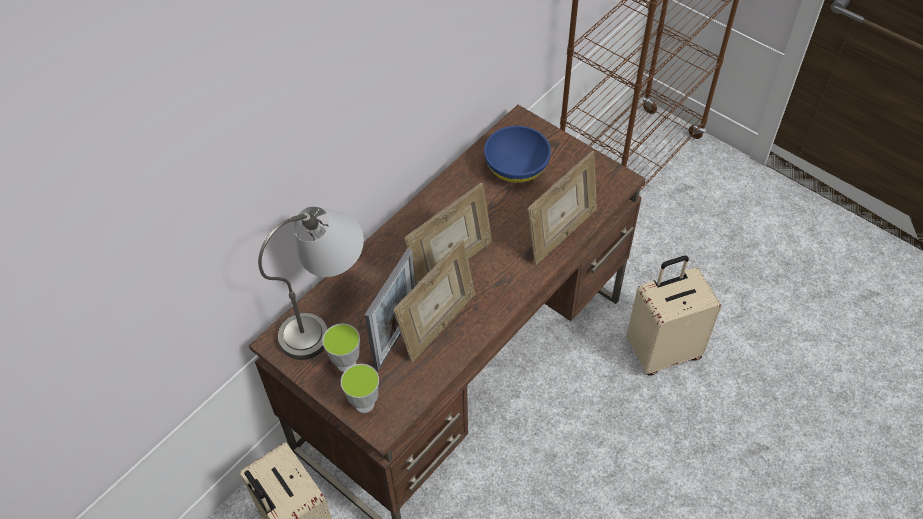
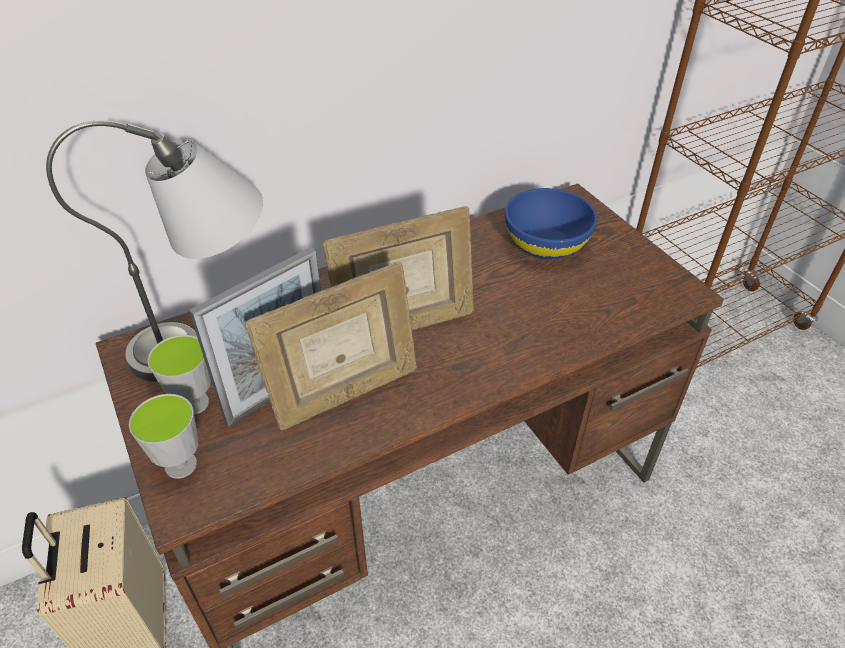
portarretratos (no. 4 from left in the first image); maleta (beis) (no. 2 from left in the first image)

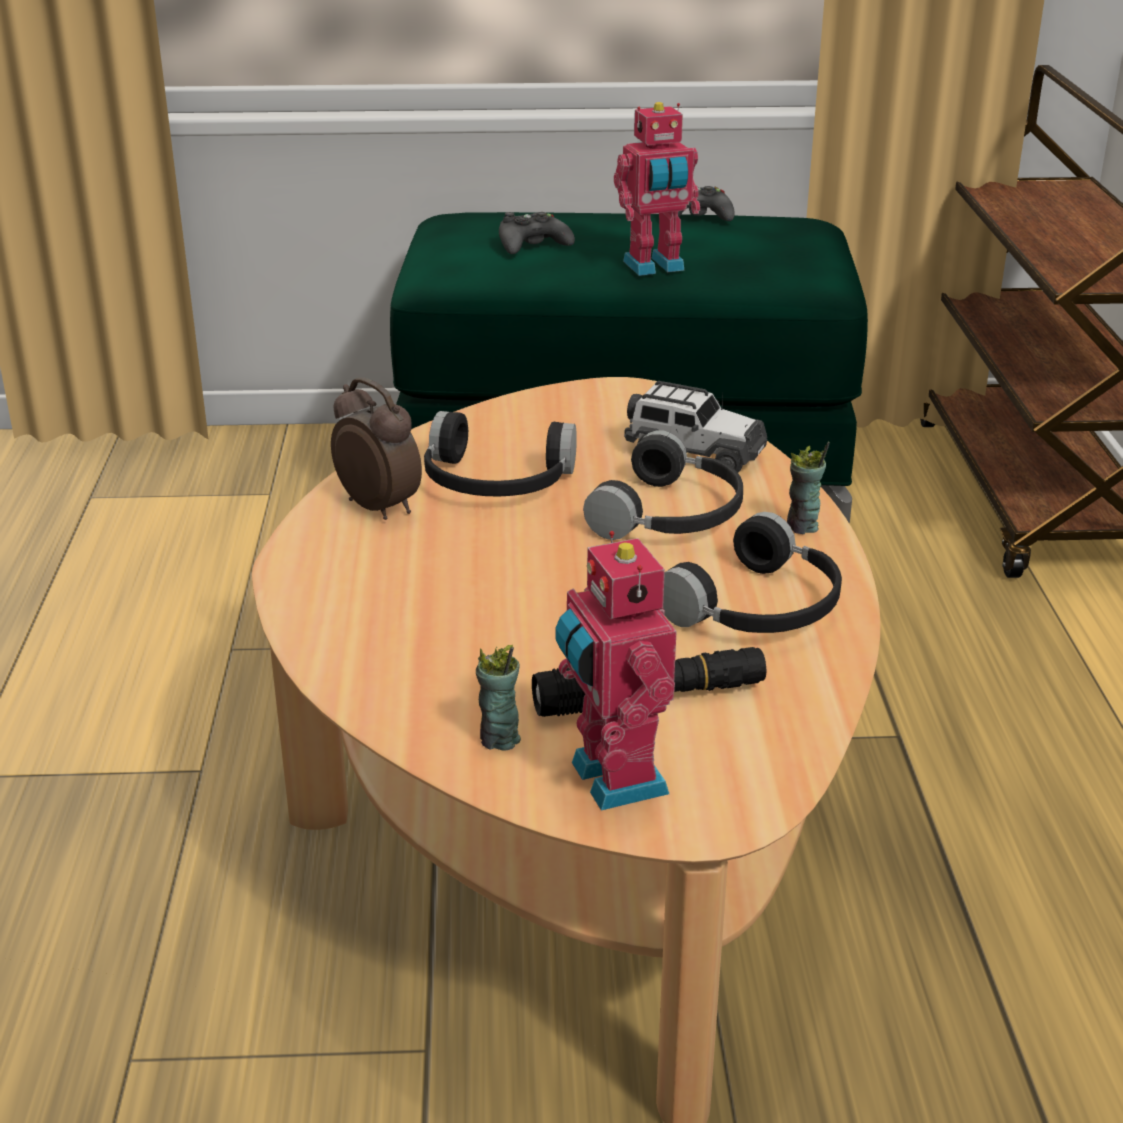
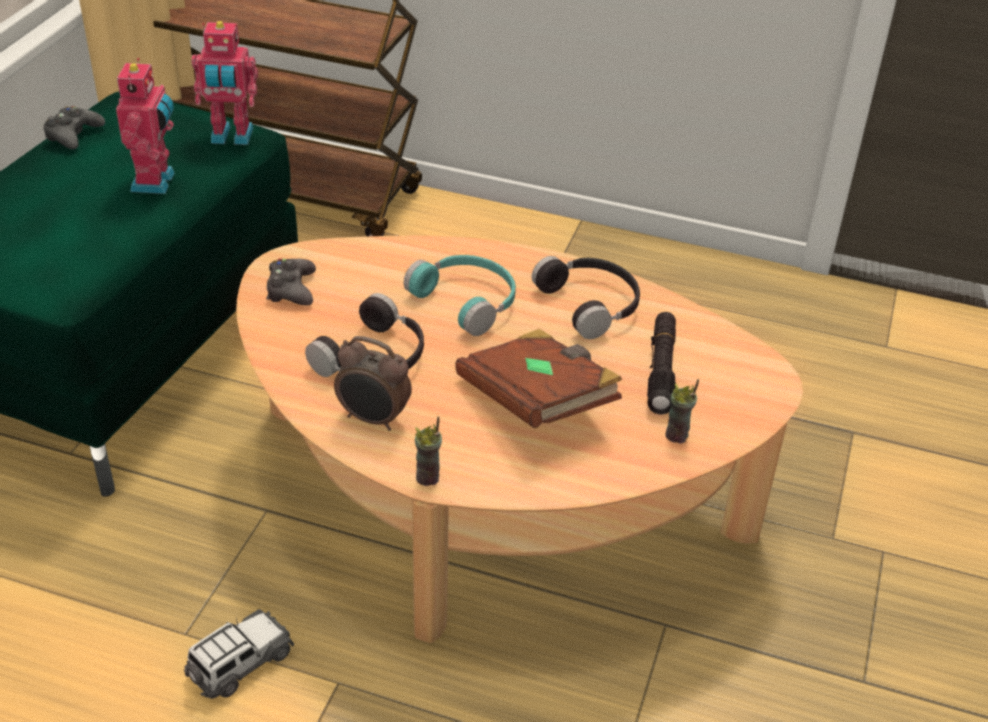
libro (marrón); mando de consola (negro) (no. 2 from left); robot de juguete (no. 2 from left); coche de juguete; taza (no. 1 from left); auriculares (turquesa); despertador

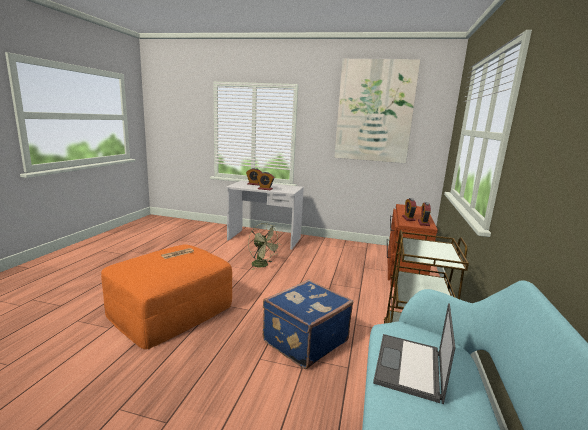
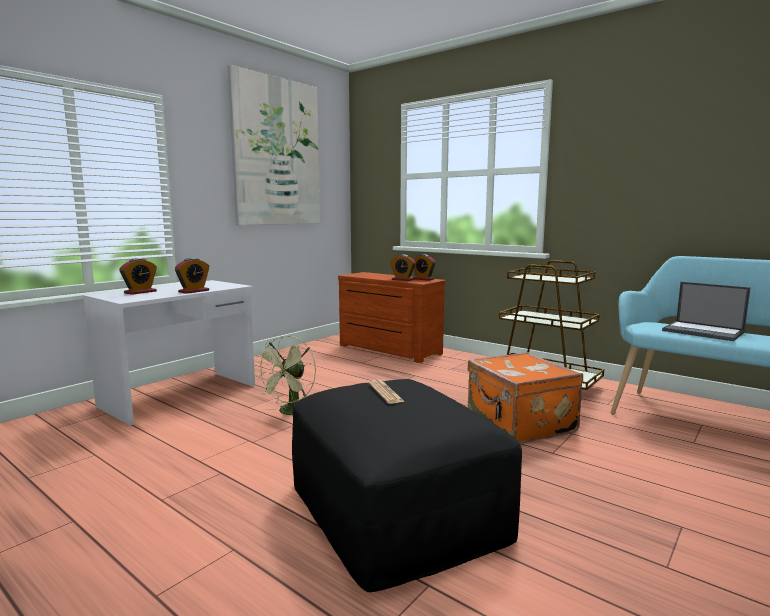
puf (negro); maleta (naranja); ventilador (verde)

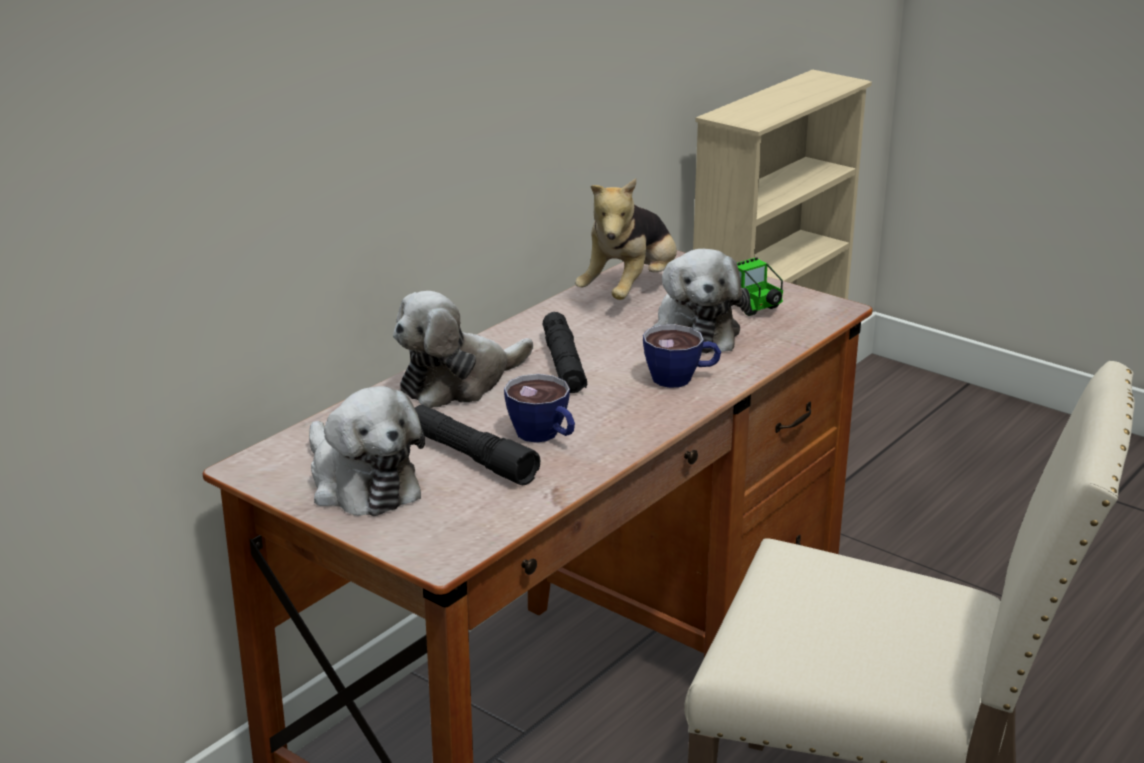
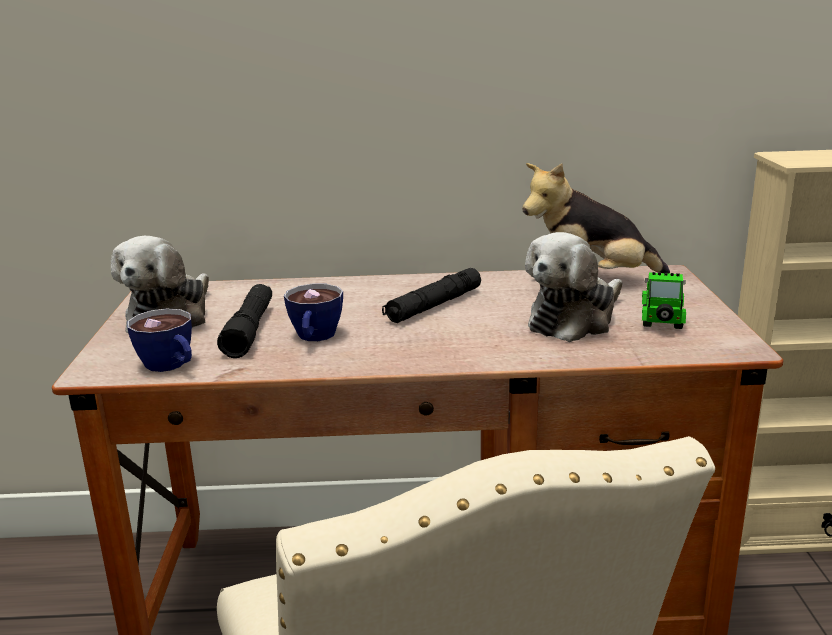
peluche (no. 2 from left in the first image); taza (no. 1 from left)

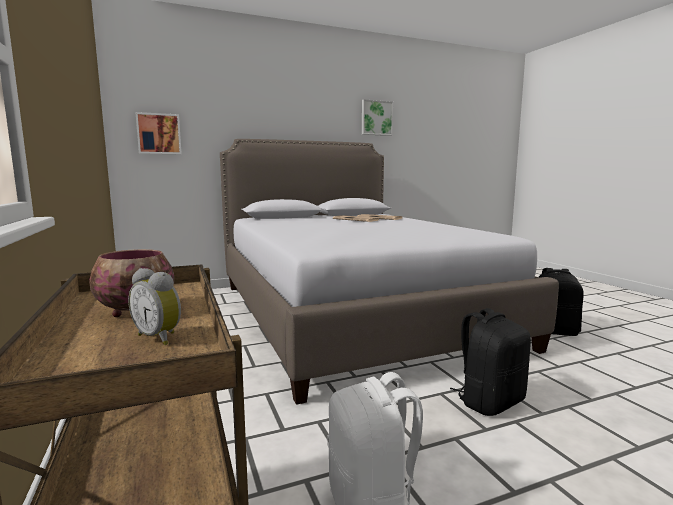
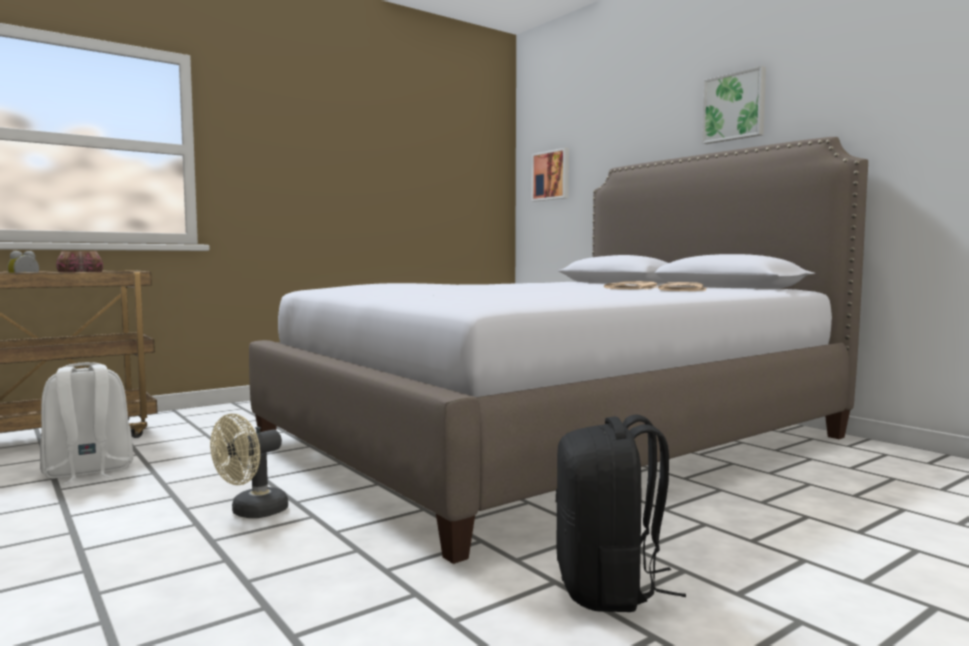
cuadro (no. 2 from left); ventilador (beis)

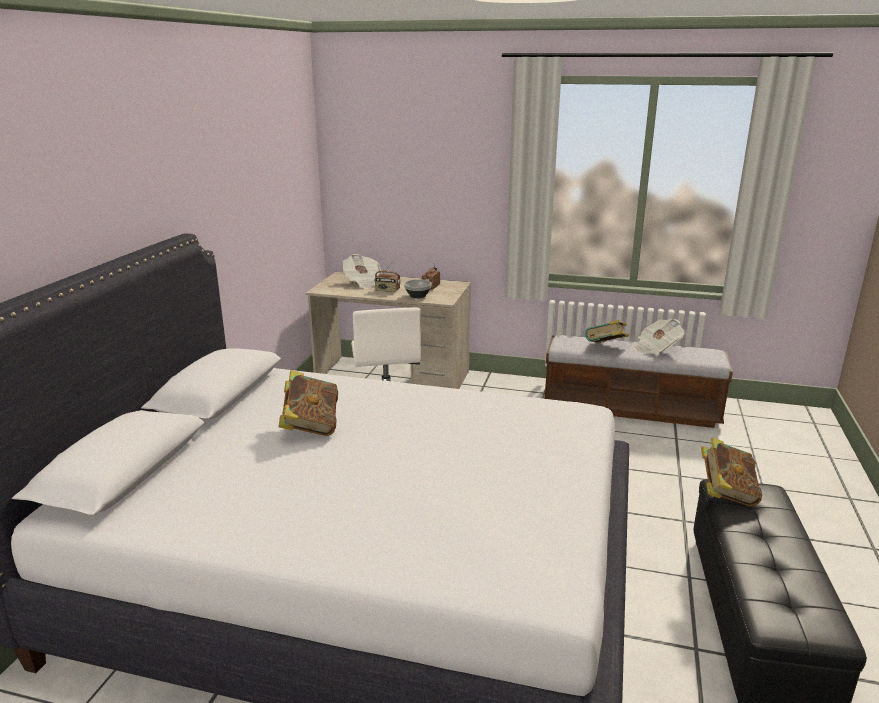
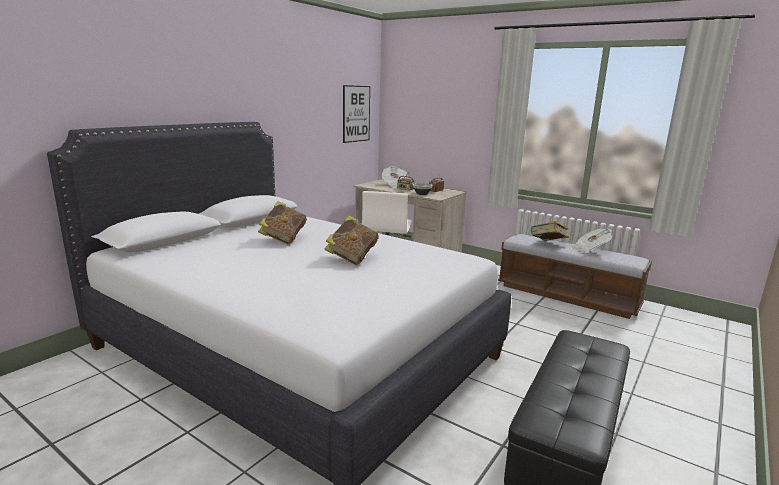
cuadro; libro (no. 2 from left)

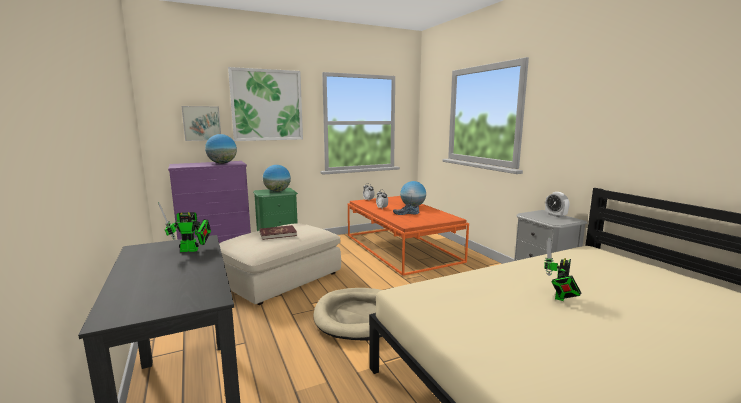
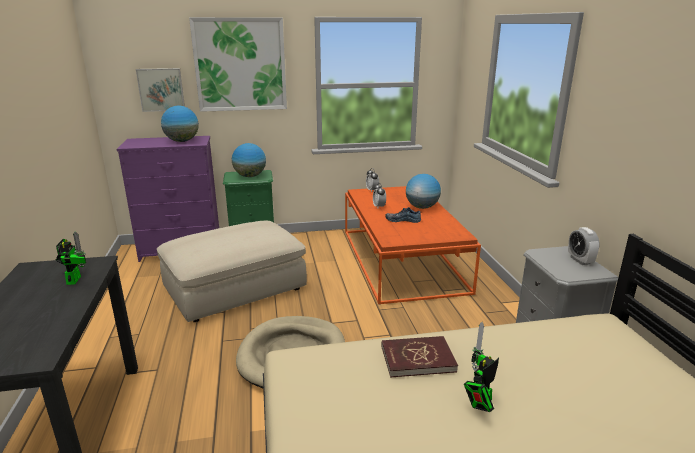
libro (rojo); robot de juguete (no. 1 from left)

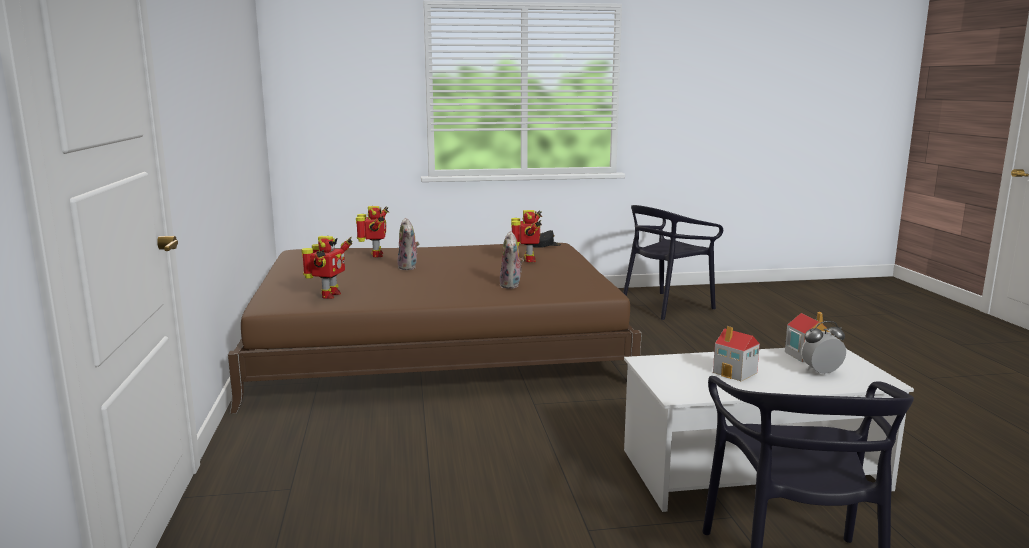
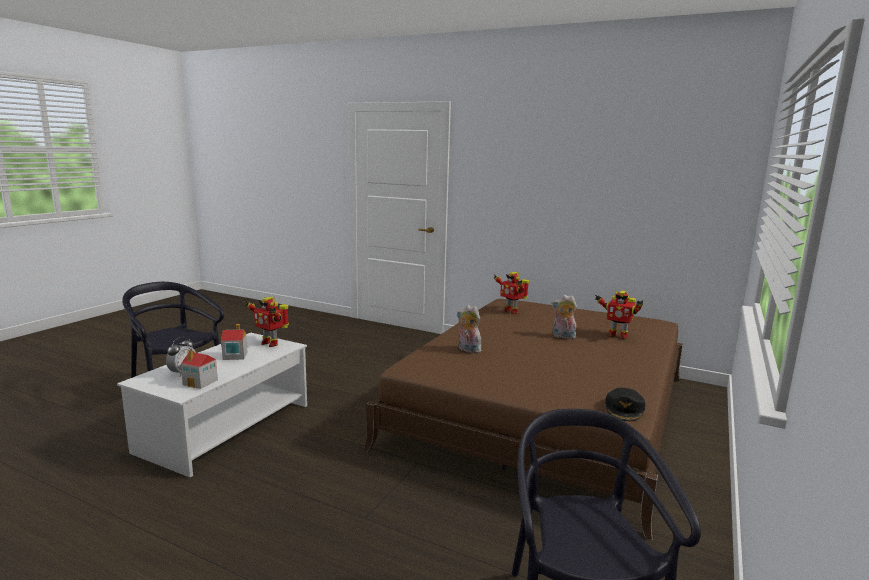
robot de juguete (no. 1 from left)

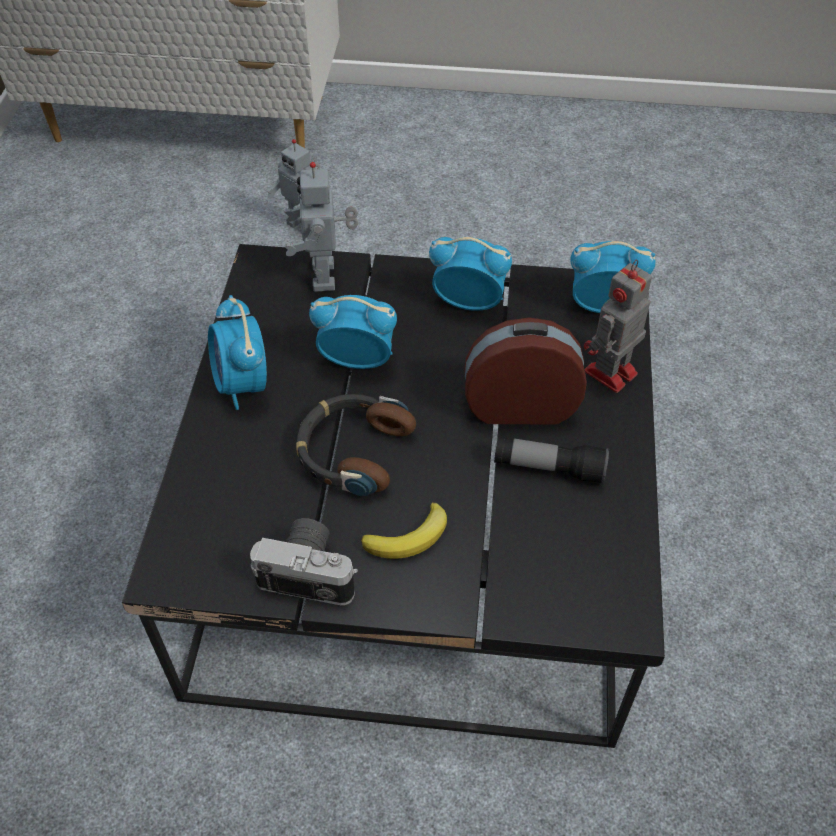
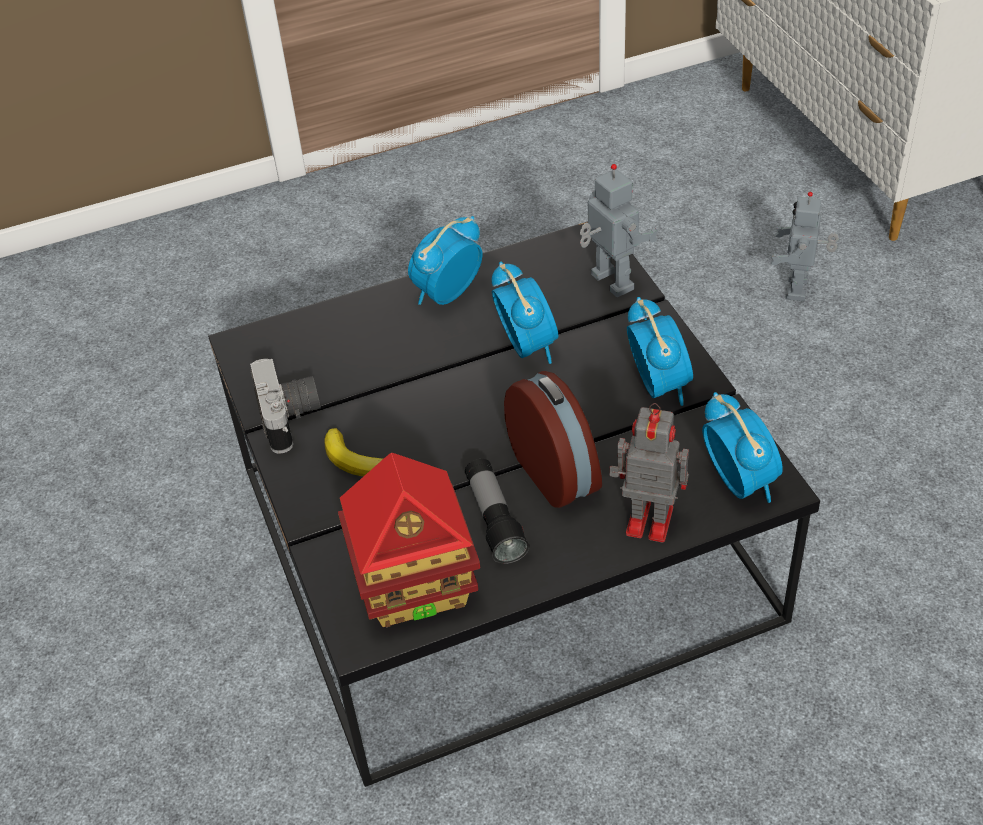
auriculares; casita; robot de juguete (no. 1 from left)

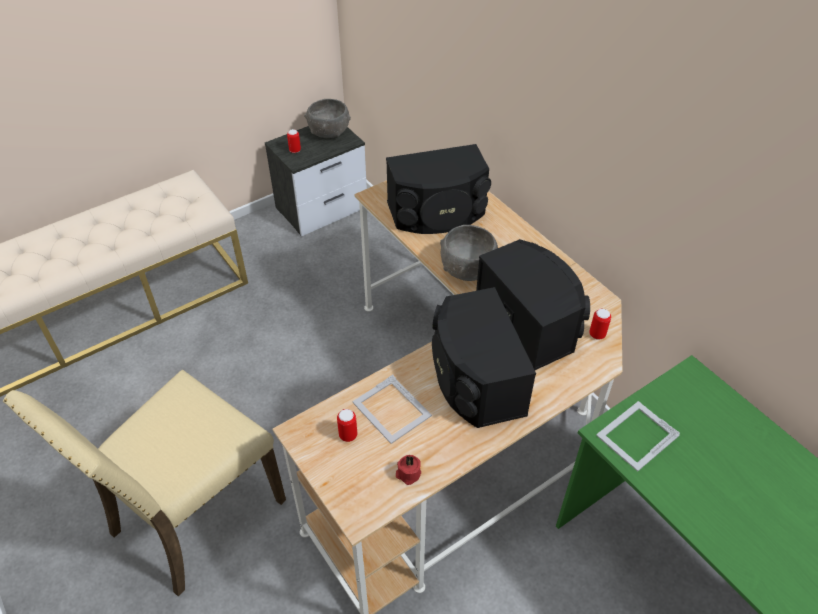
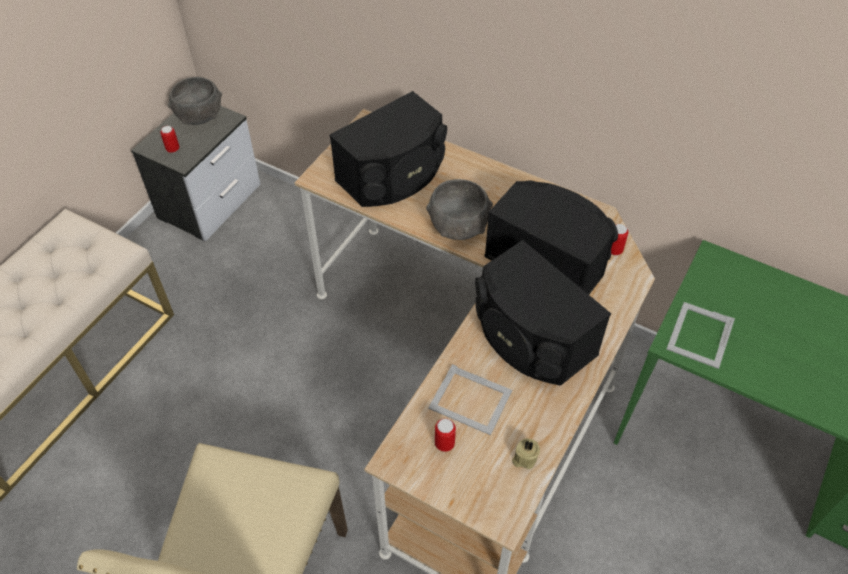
vela (beis)

